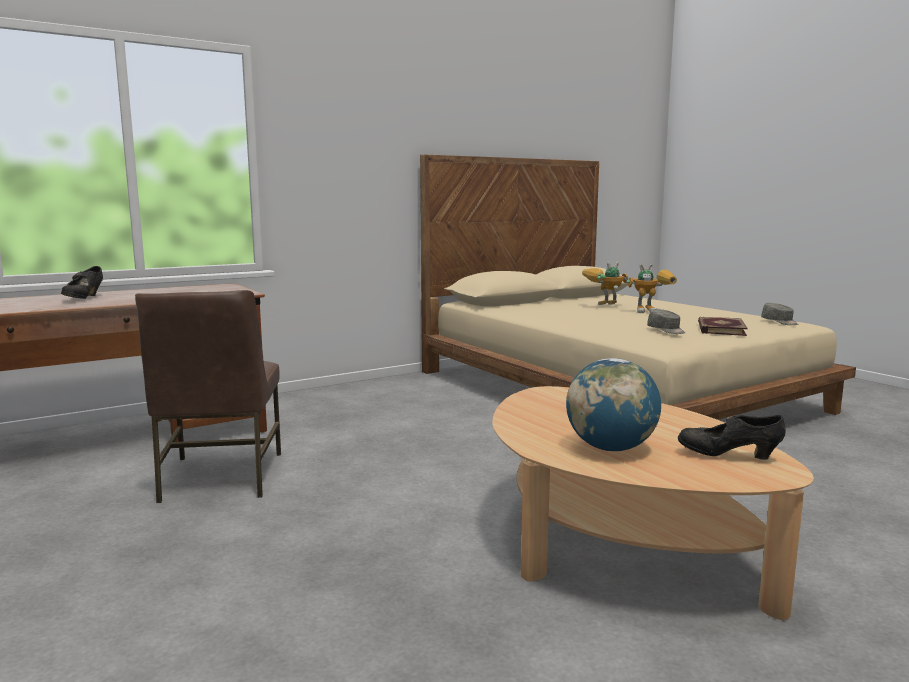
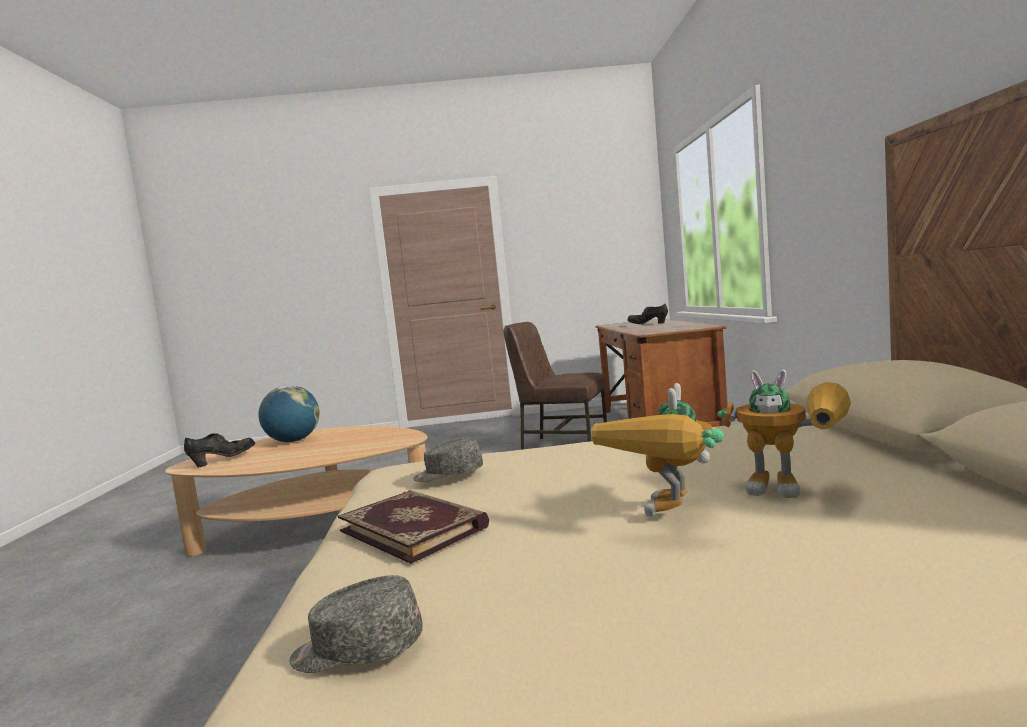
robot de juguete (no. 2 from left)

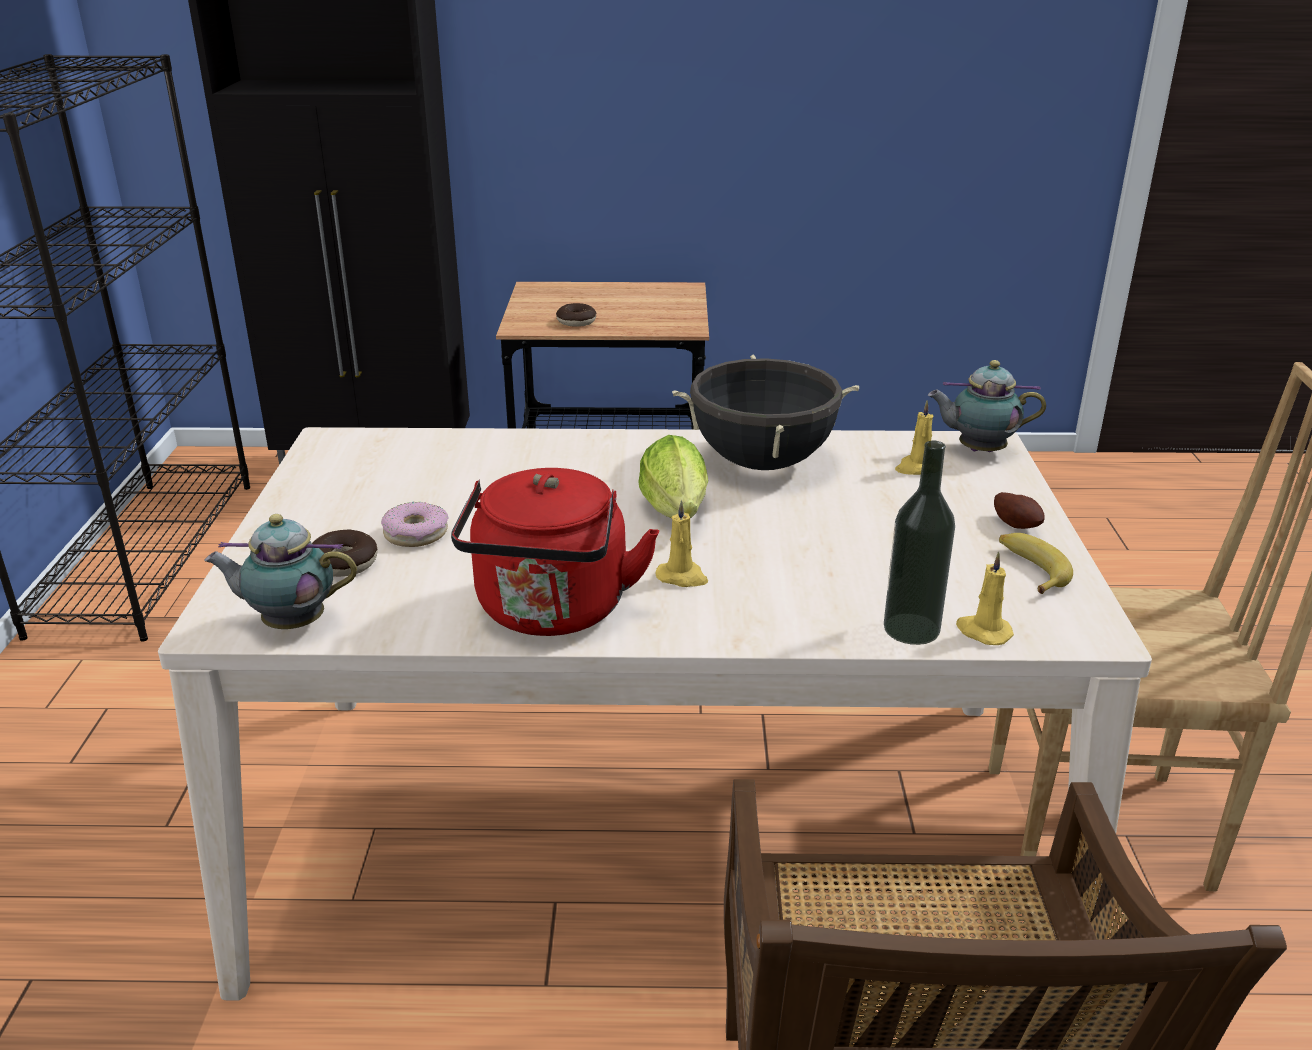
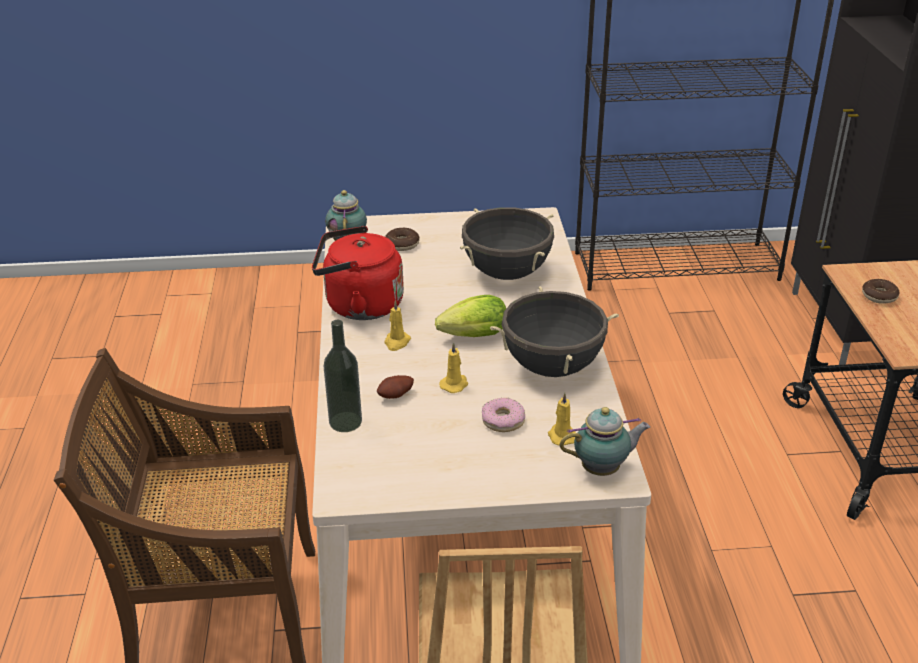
plátano; olla (negro) (no. 1 from left); rosquilla (no. 2 from left); vela (amarillo) (no. 2 from left); patata; tetera (no. 2 from left)

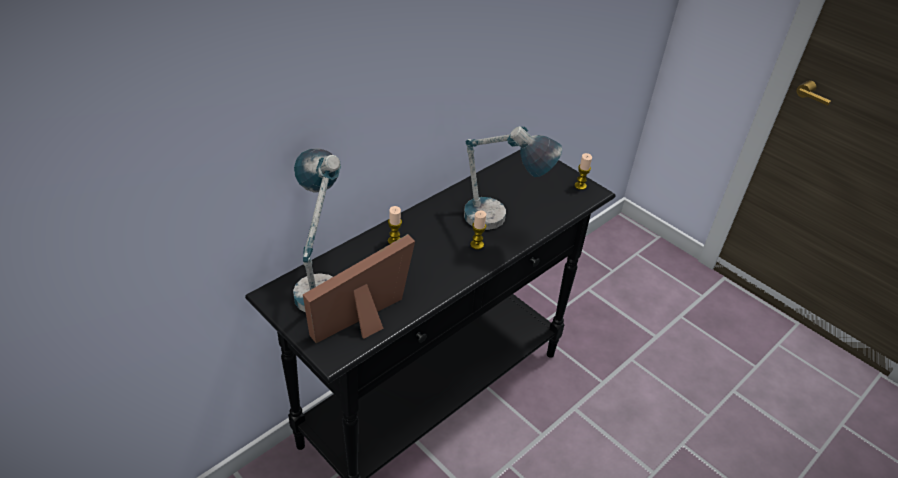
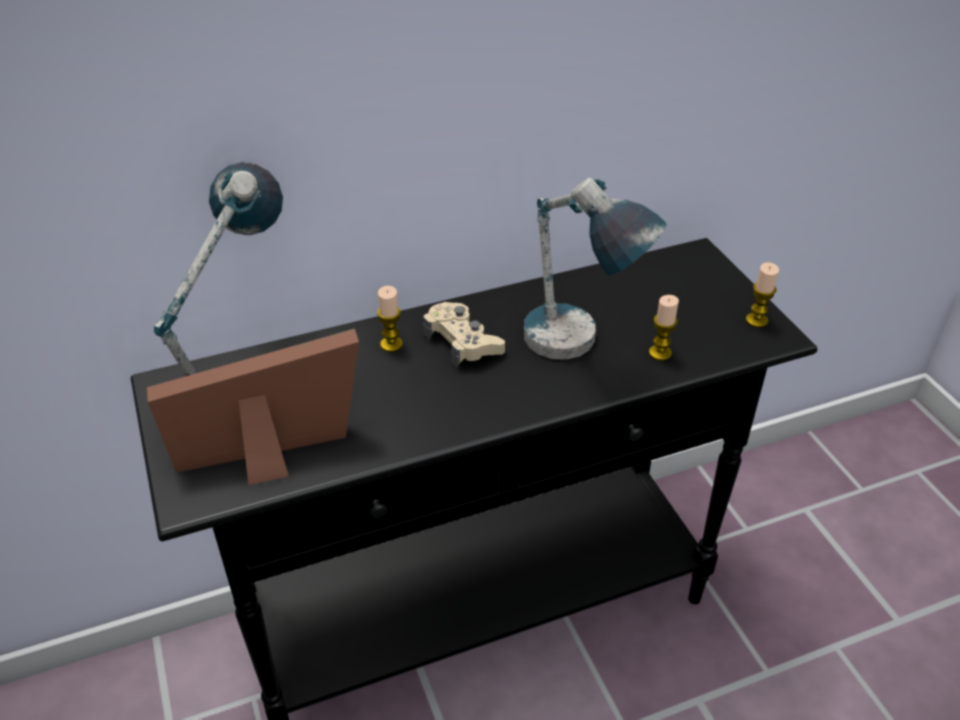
mando de consola (beis); vela (no. 2 from left)

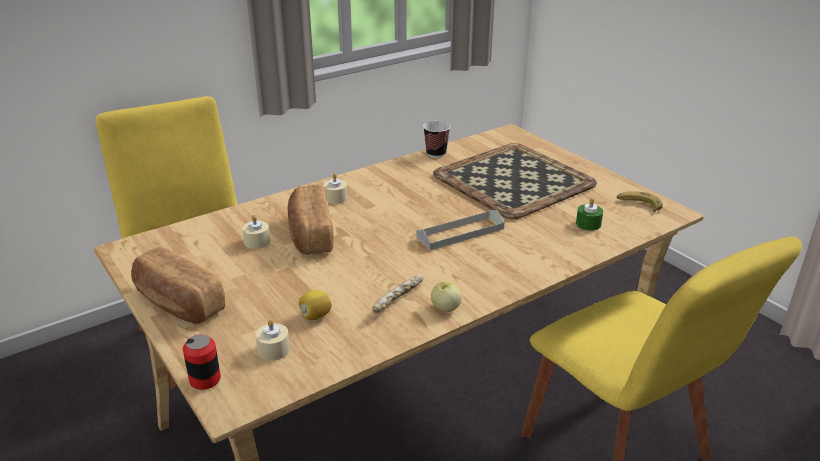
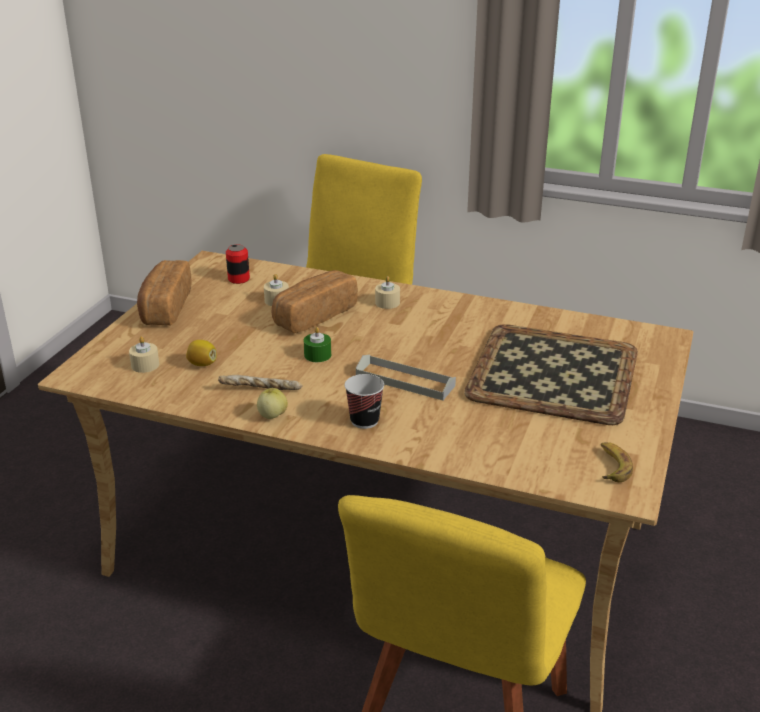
lata; taza; vela (verde)

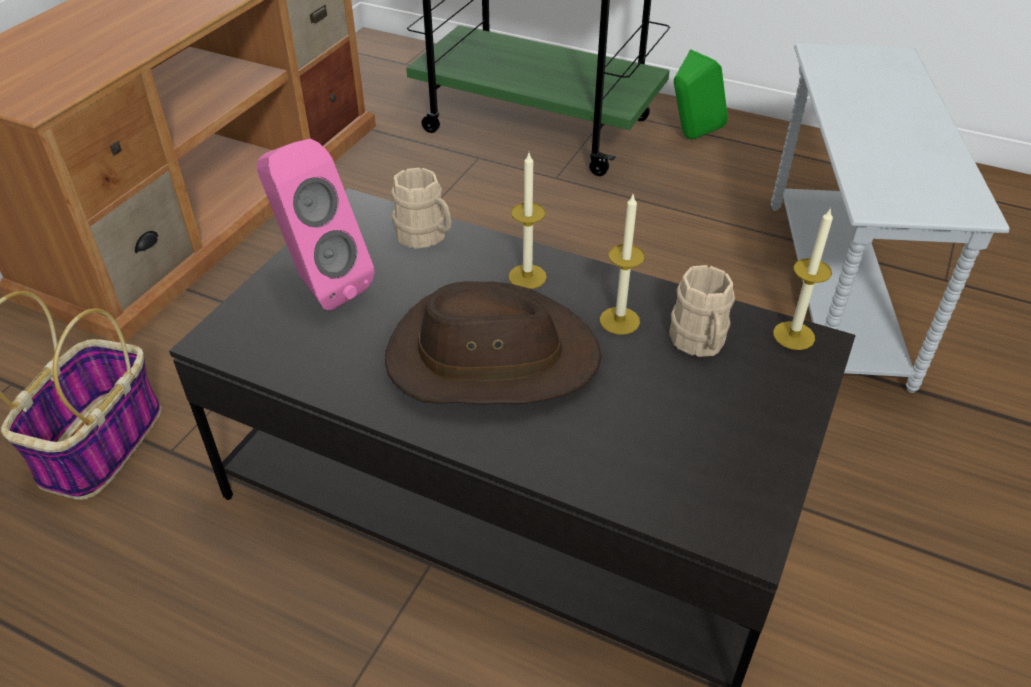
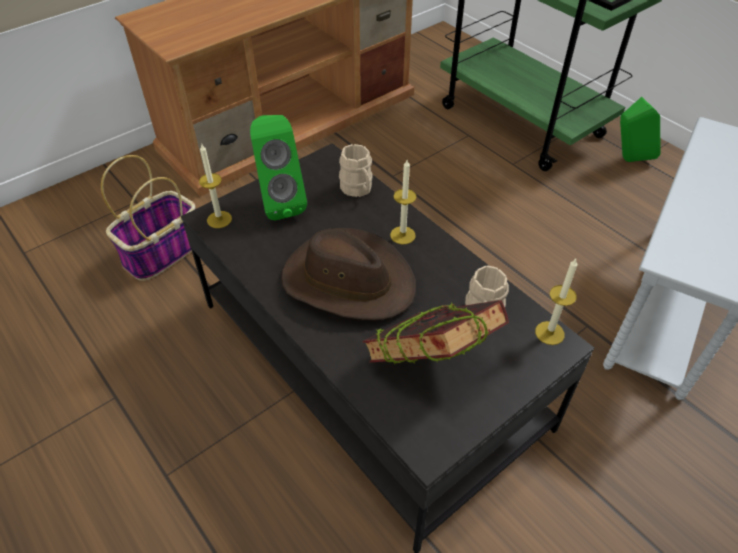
libro; vela (no. 1 from left); altavoz (verde) (no. 1 from left)

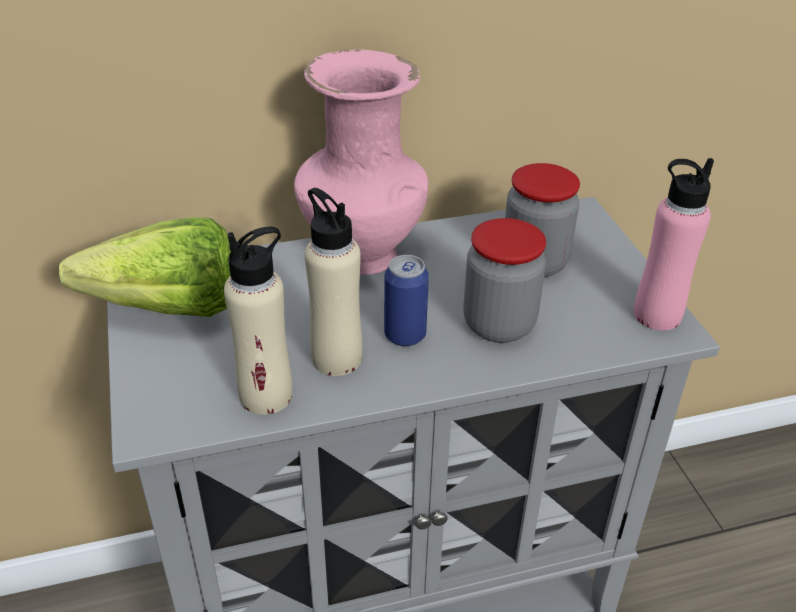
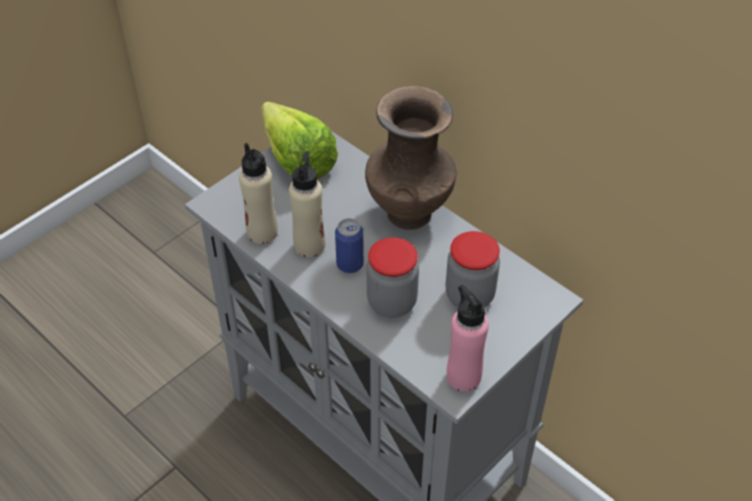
florero (marrón)

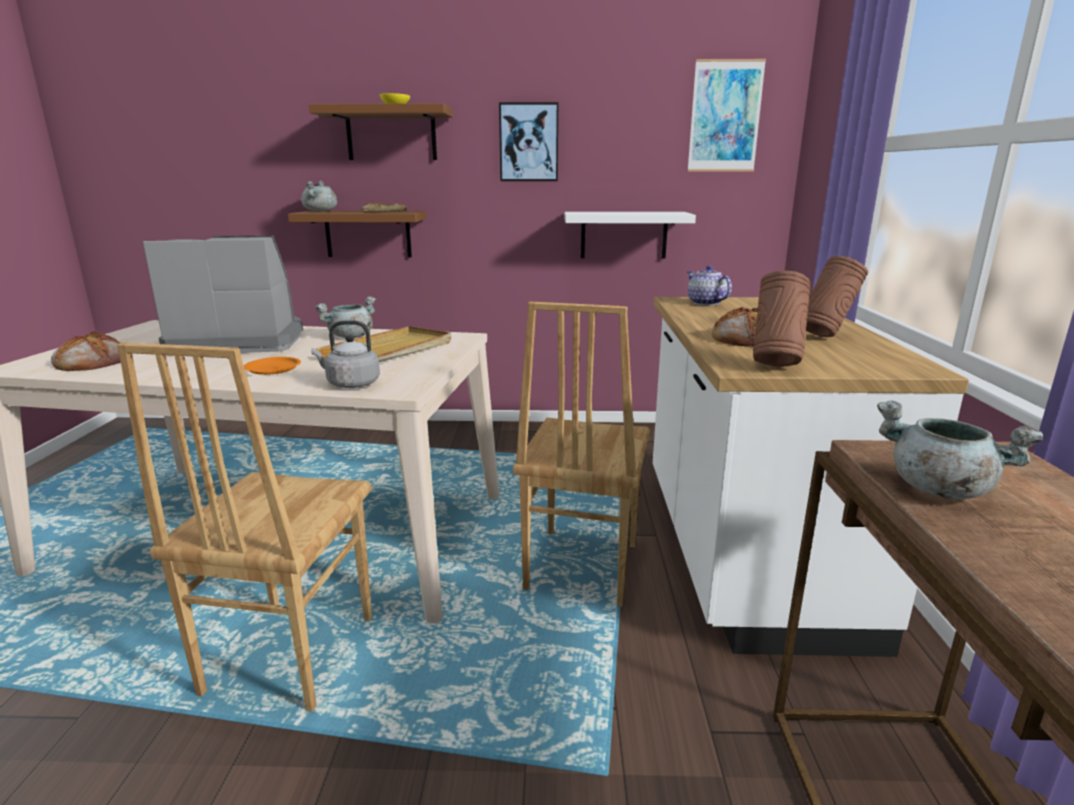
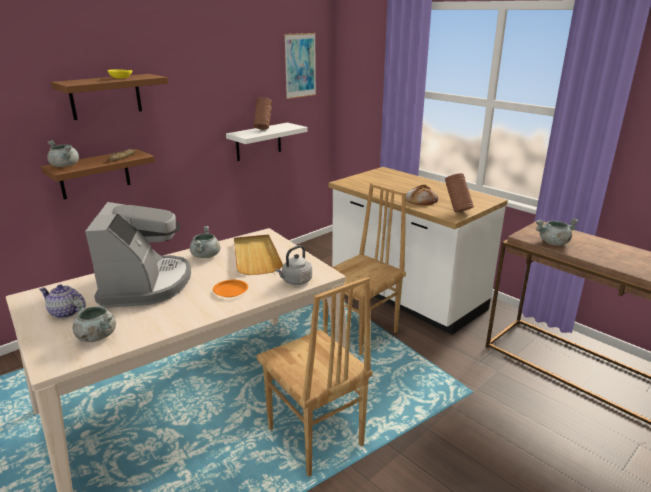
cuadro (no. 1 from left in the first image); tetera; florero (marrón) (no. 1 from left); olla (gris) (no. 2 from left); cafetera; silla (marrón) (no. 2 from left)

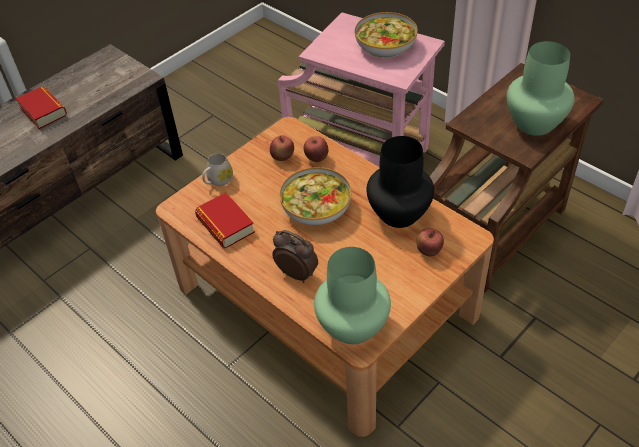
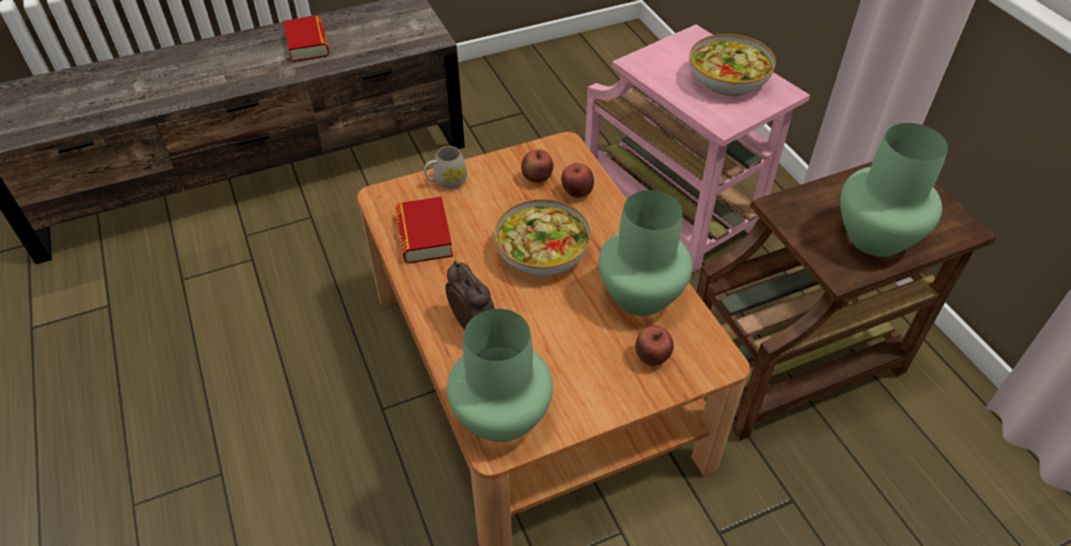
florero (verde) (no. 2 from left)

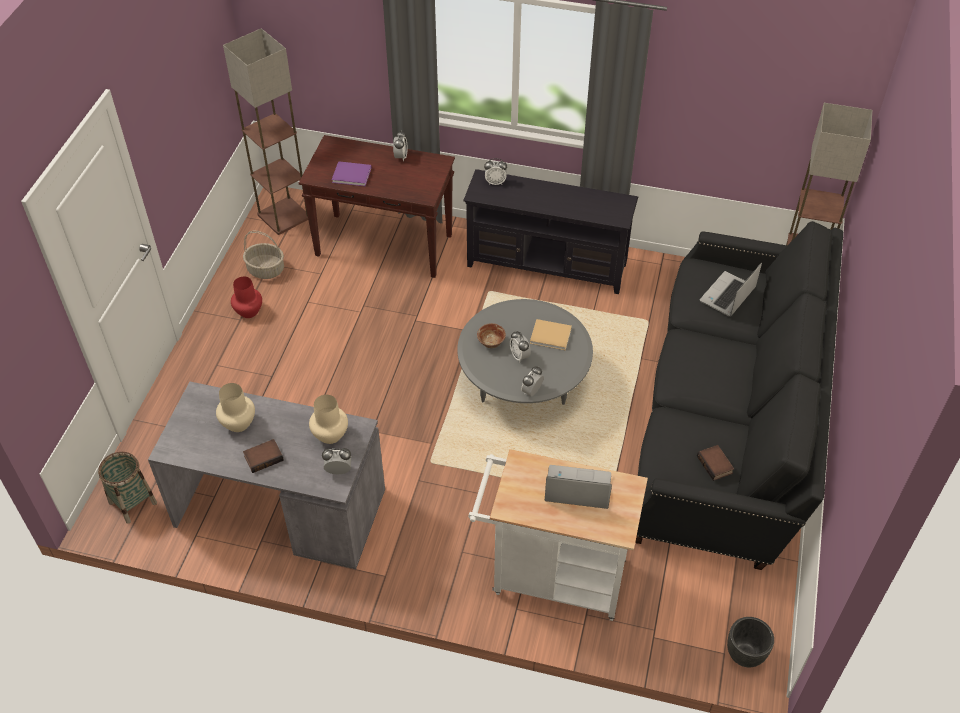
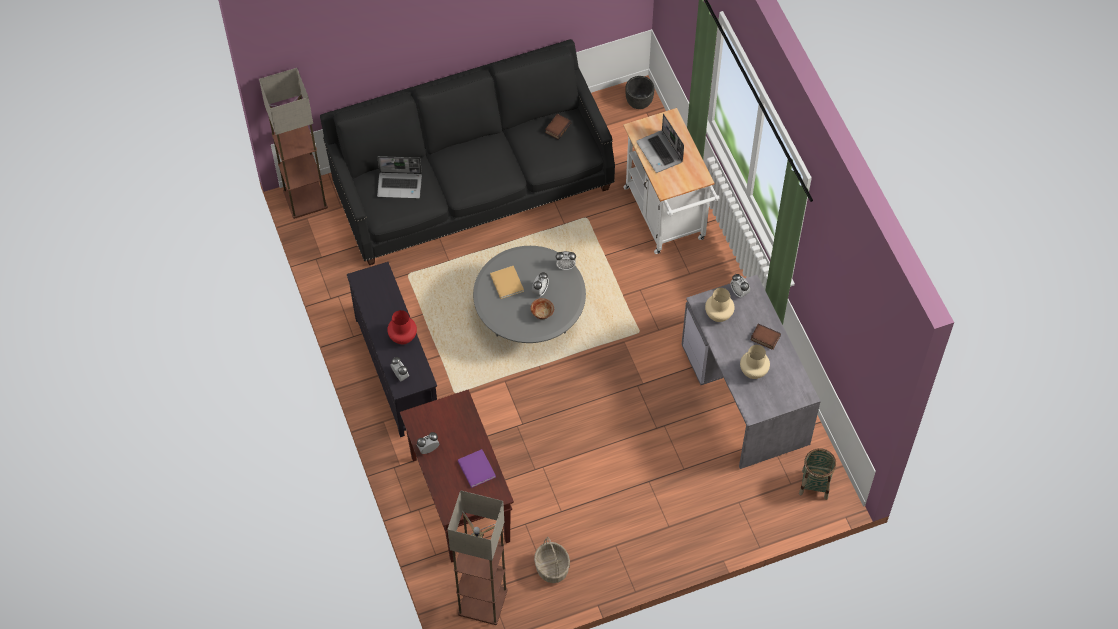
florero (rojo)

